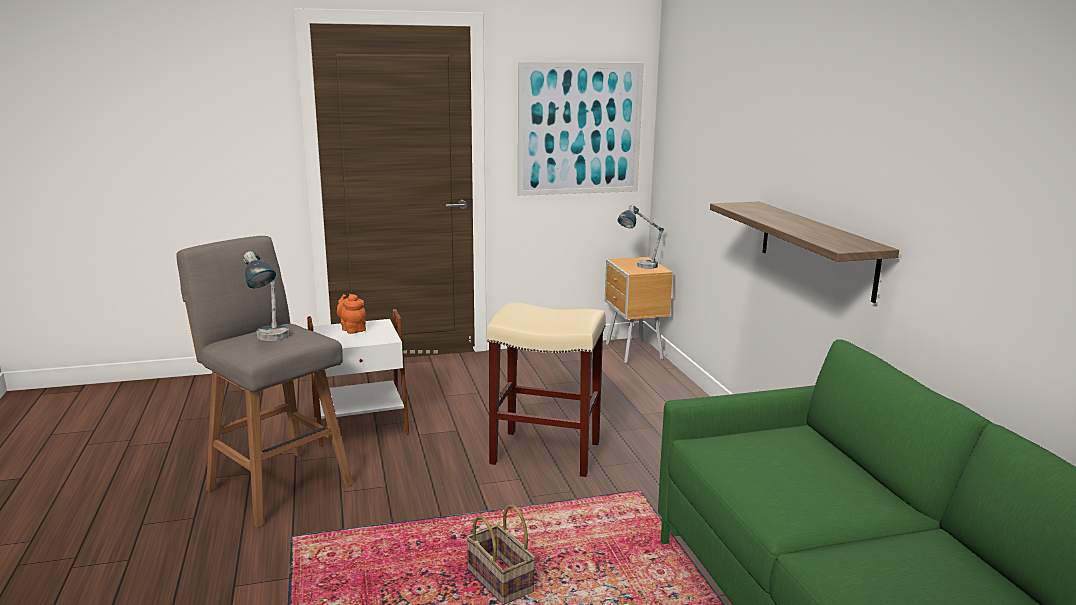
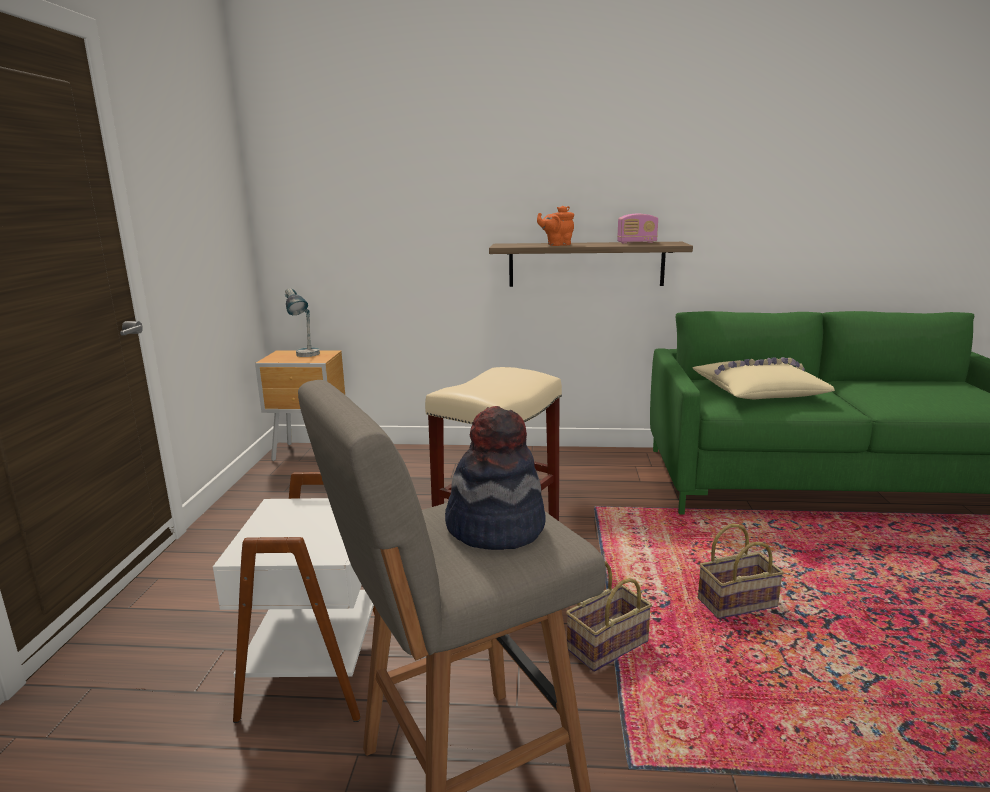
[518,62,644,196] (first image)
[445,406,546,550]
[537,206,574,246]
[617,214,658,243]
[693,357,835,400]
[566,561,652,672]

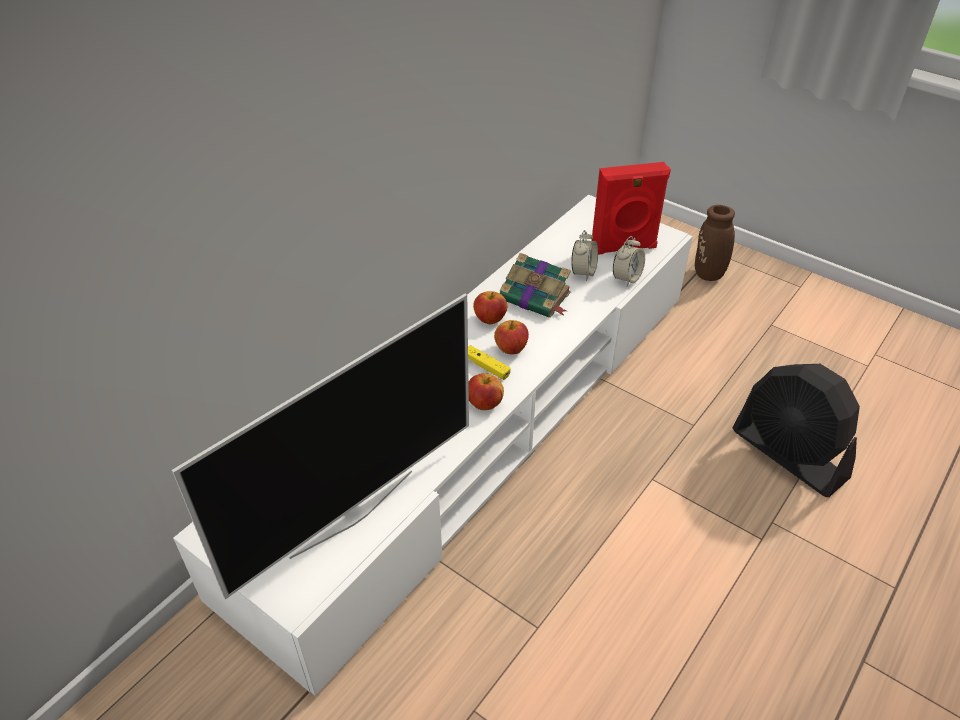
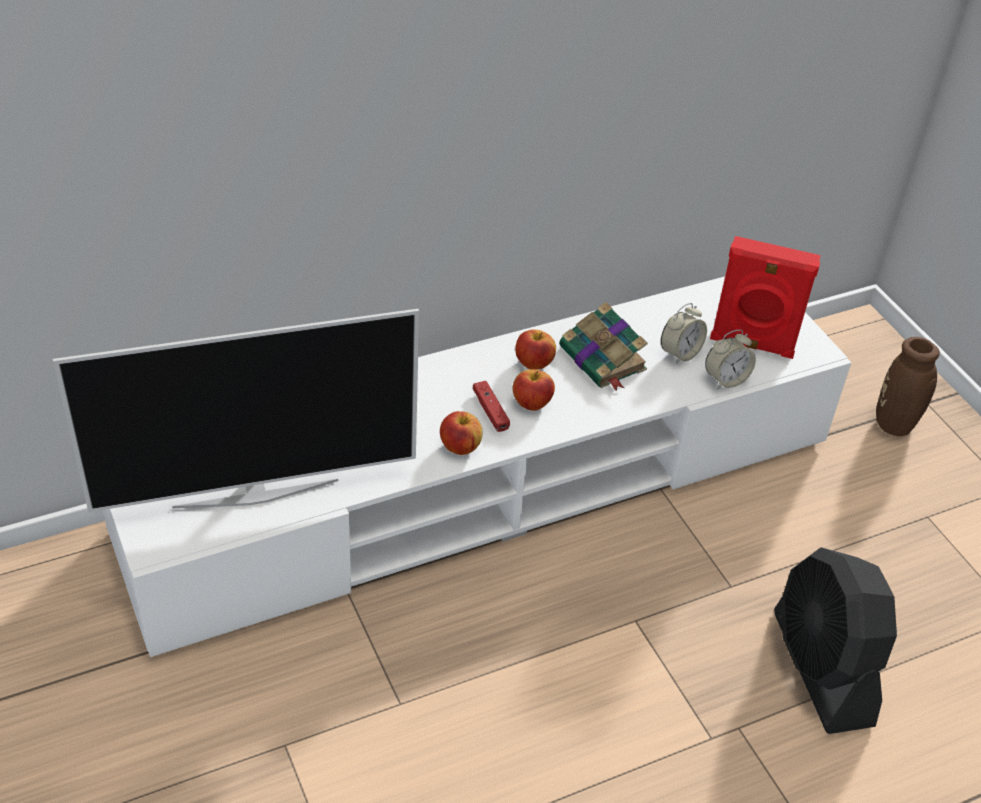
[473,381,510,432]

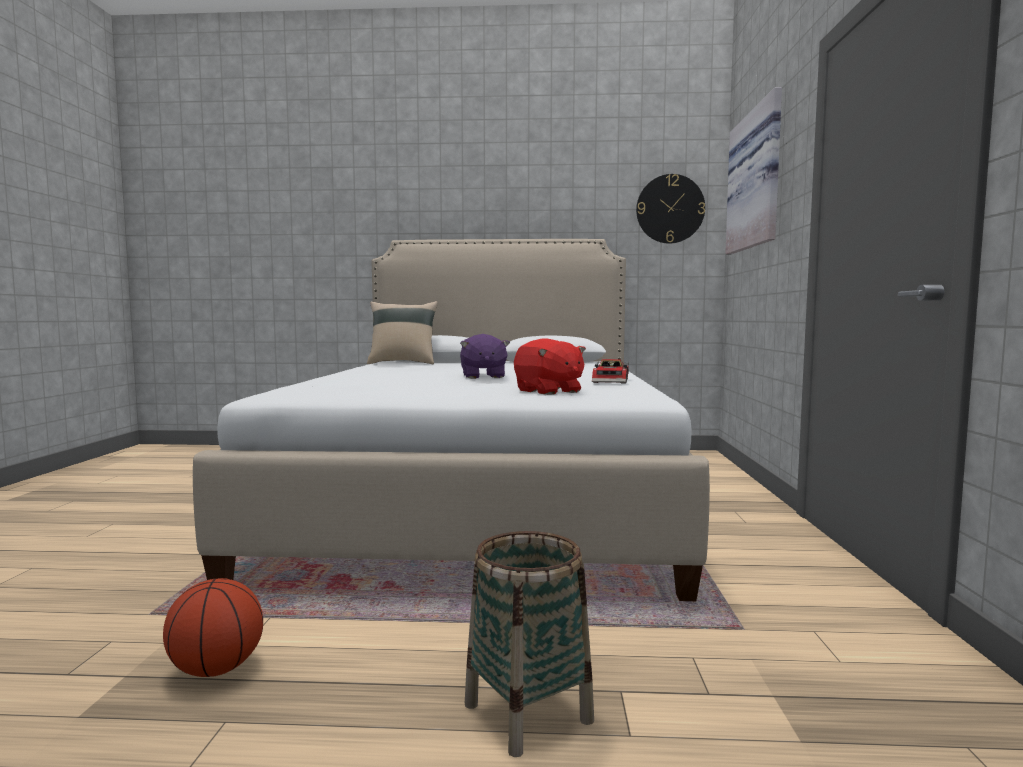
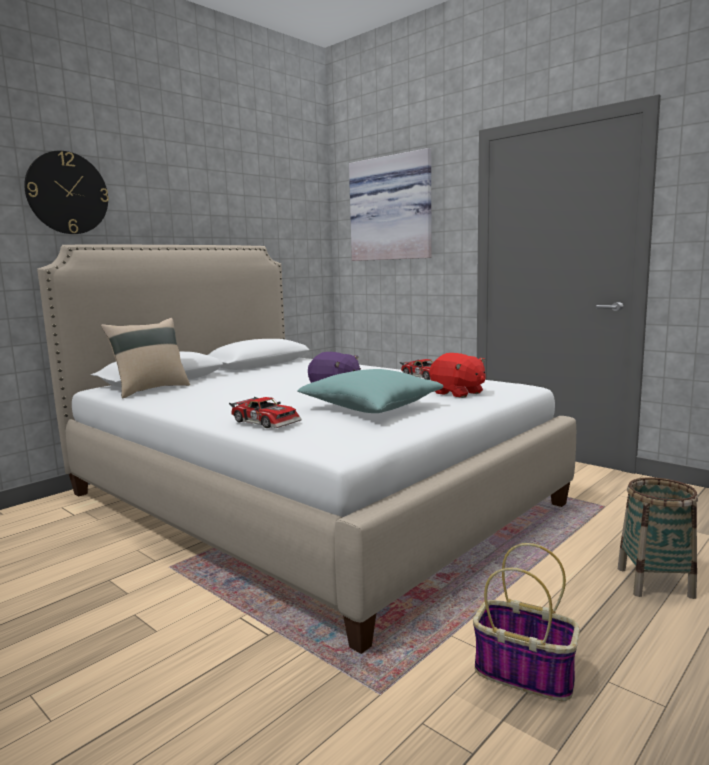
[24,151,109,234]
[430,353,486,398]
[473,543,580,701]
[297,369,444,413]
[229,397,302,428]

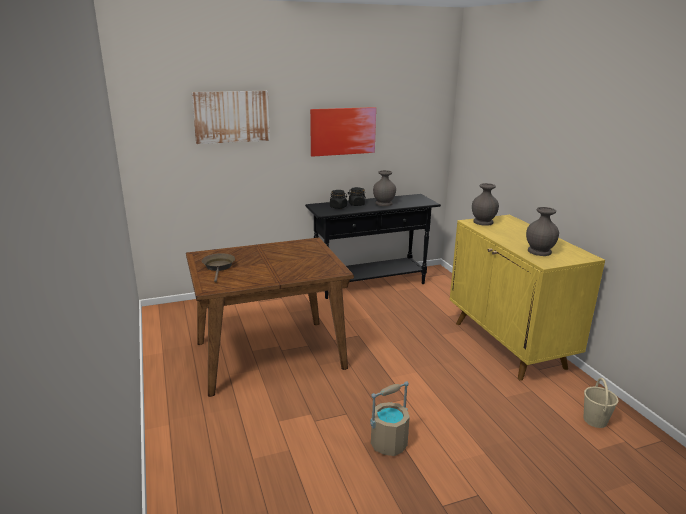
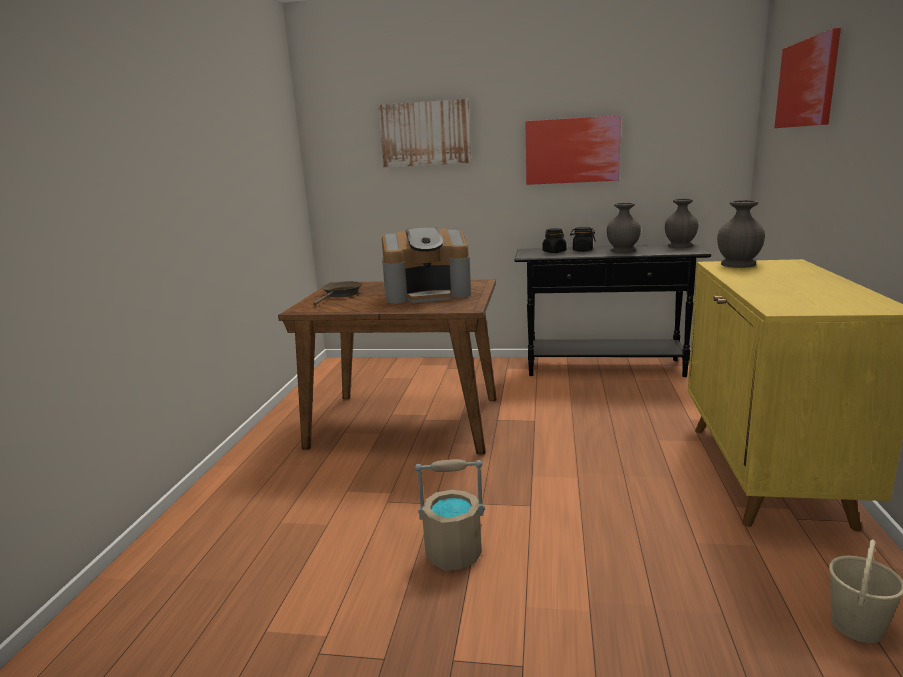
[665,199,698,248]
[774,28,841,128]
[382,227,471,304]

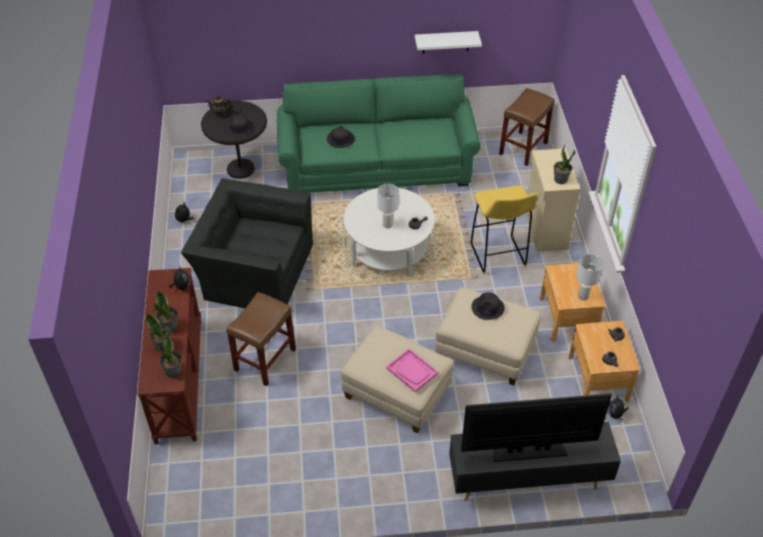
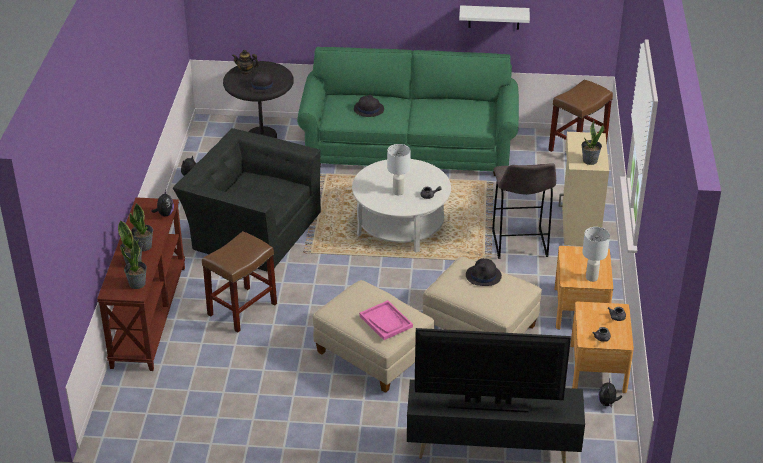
[492,163,556,259]

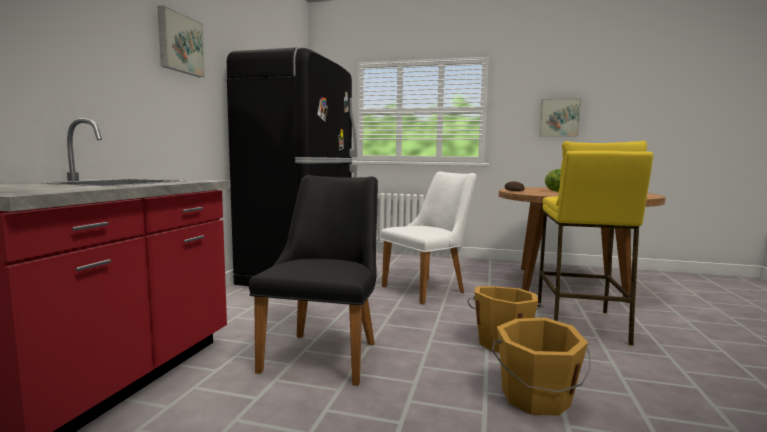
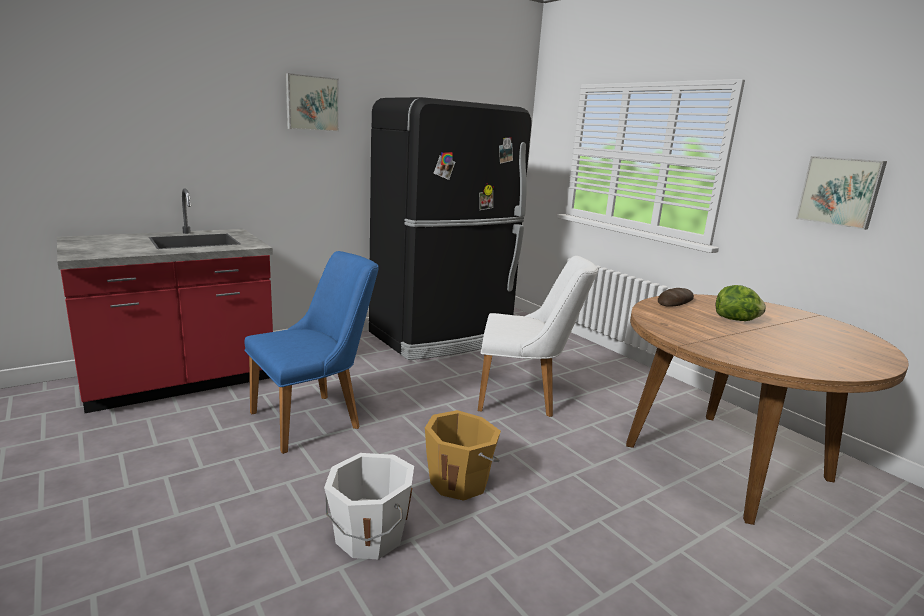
[537,141,653,346] (first image)
[245,251,379,454]
[324,453,414,559]

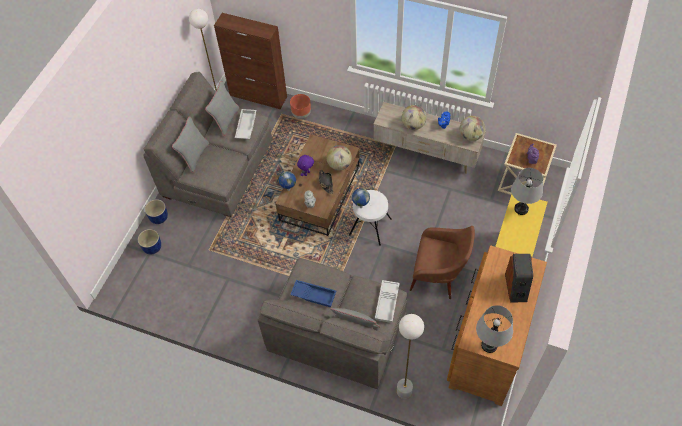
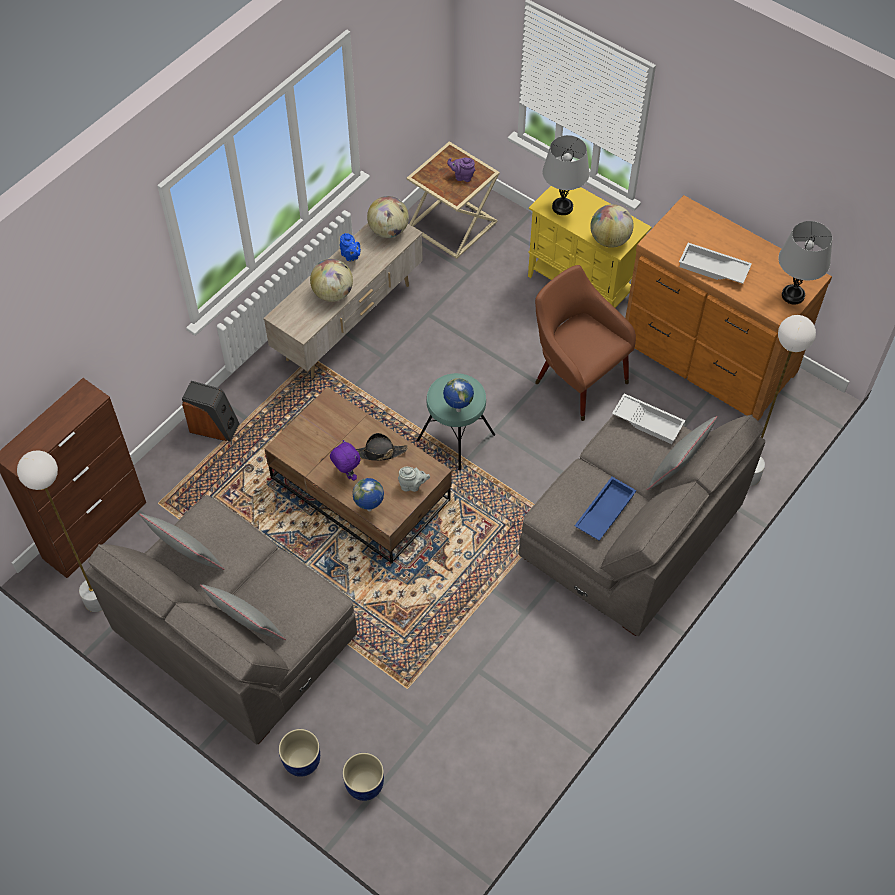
[290,94,311,119] (first image)
[679,243,752,283]
[590,204,633,248]
[417,373,495,470]
[535,265,636,421]
[182,381,240,442]

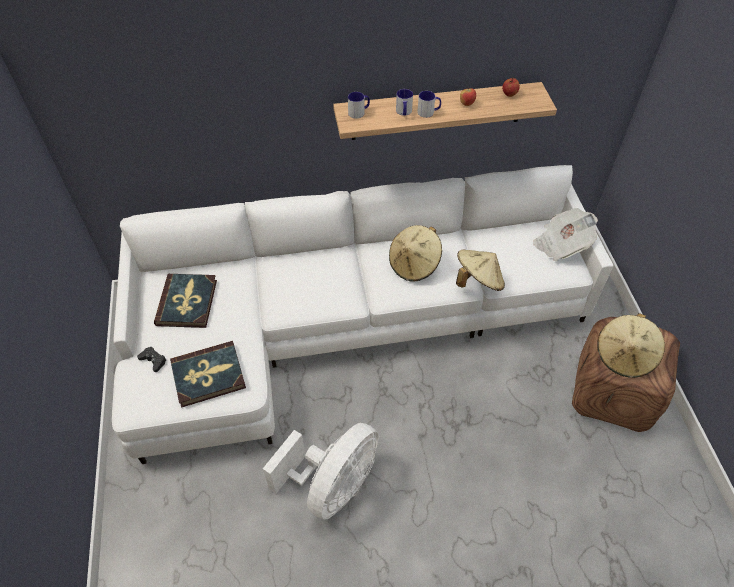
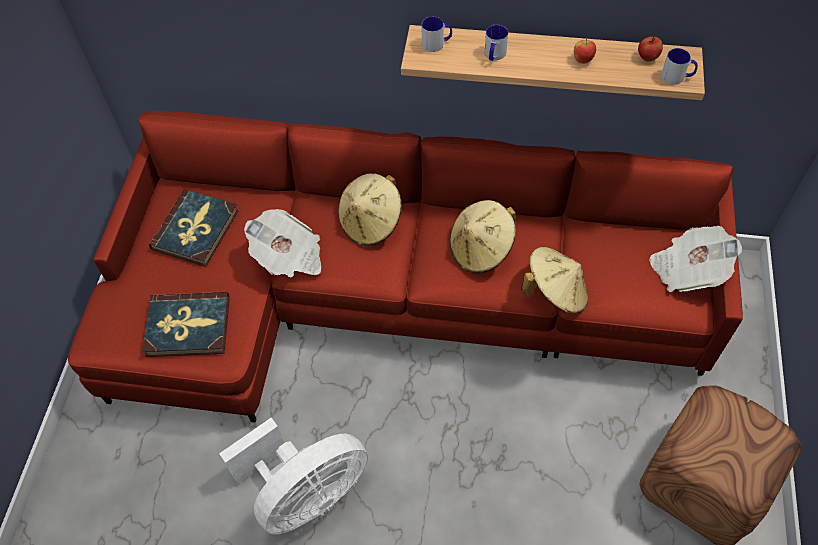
[661,48,698,85]
[68,111,743,423]
[338,173,401,246]
[137,347,166,372] (first image)
[244,209,321,277]

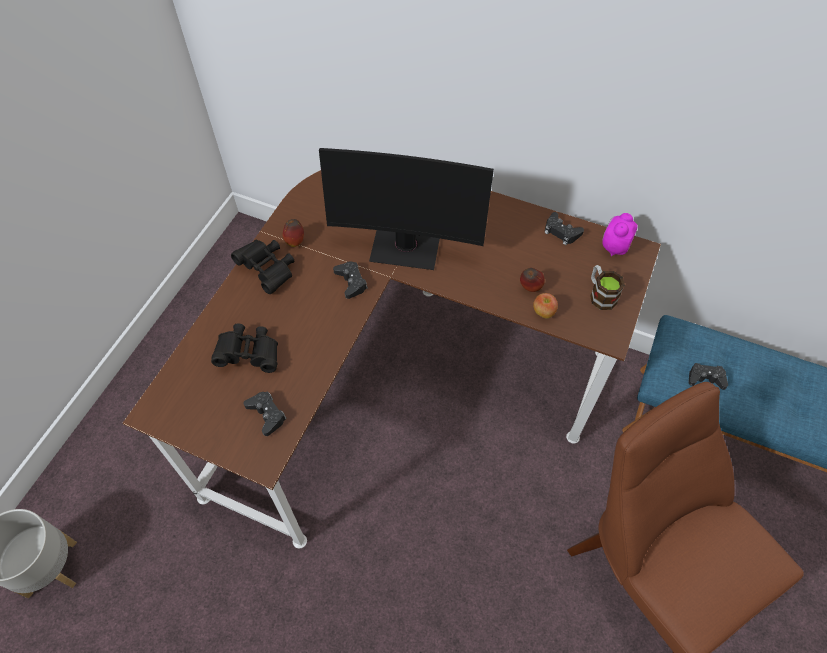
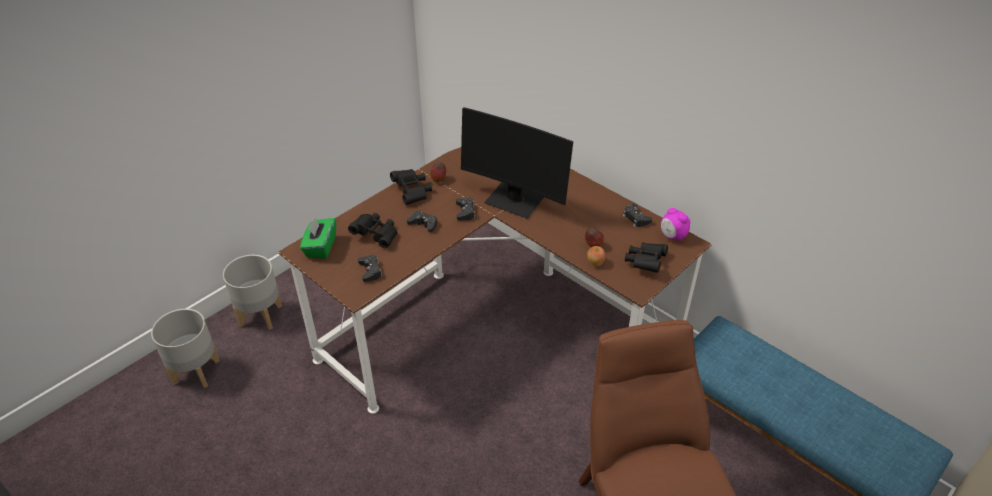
[661,208,690,241]
[625,242,668,273]
[407,210,437,233]
[300,217,336,259]
[223,255,282,330]

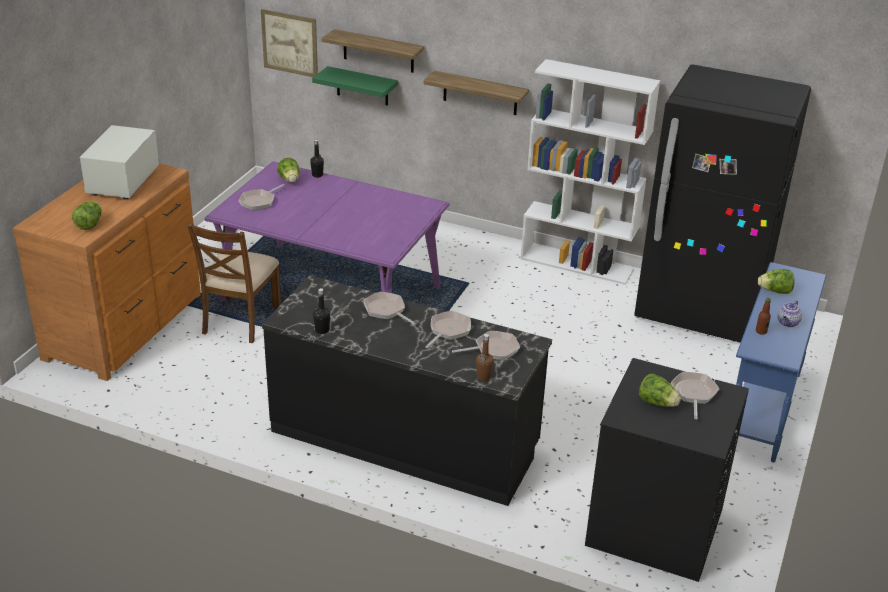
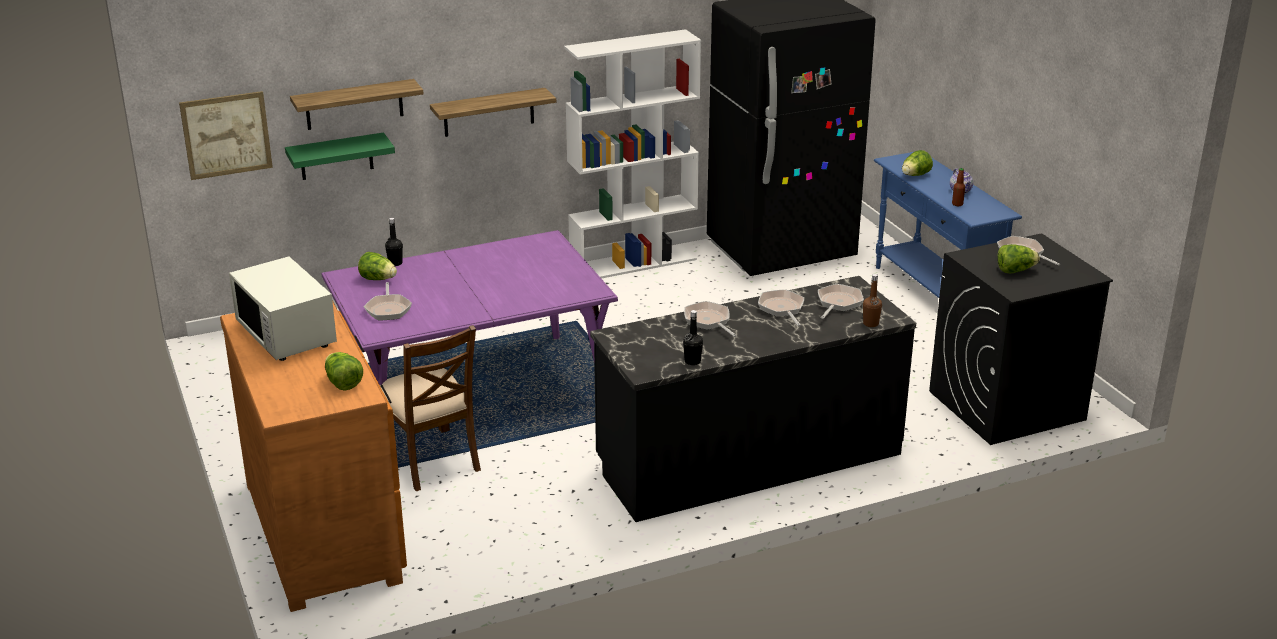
[684,301,737,337]

